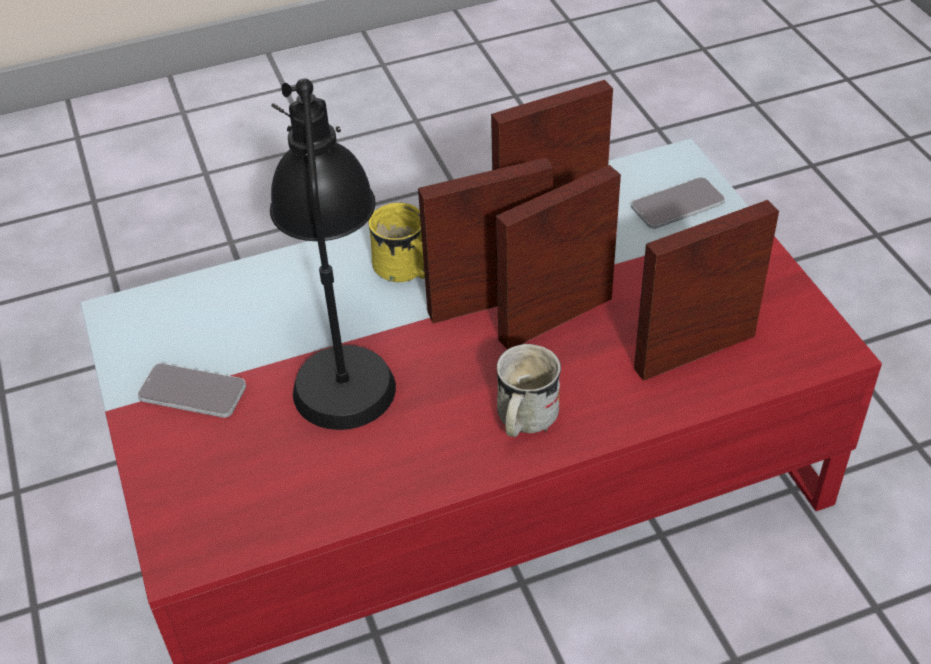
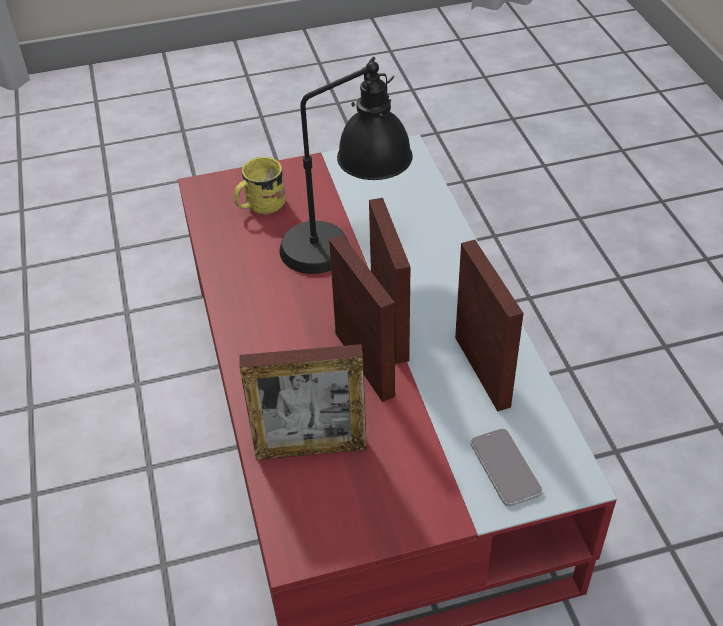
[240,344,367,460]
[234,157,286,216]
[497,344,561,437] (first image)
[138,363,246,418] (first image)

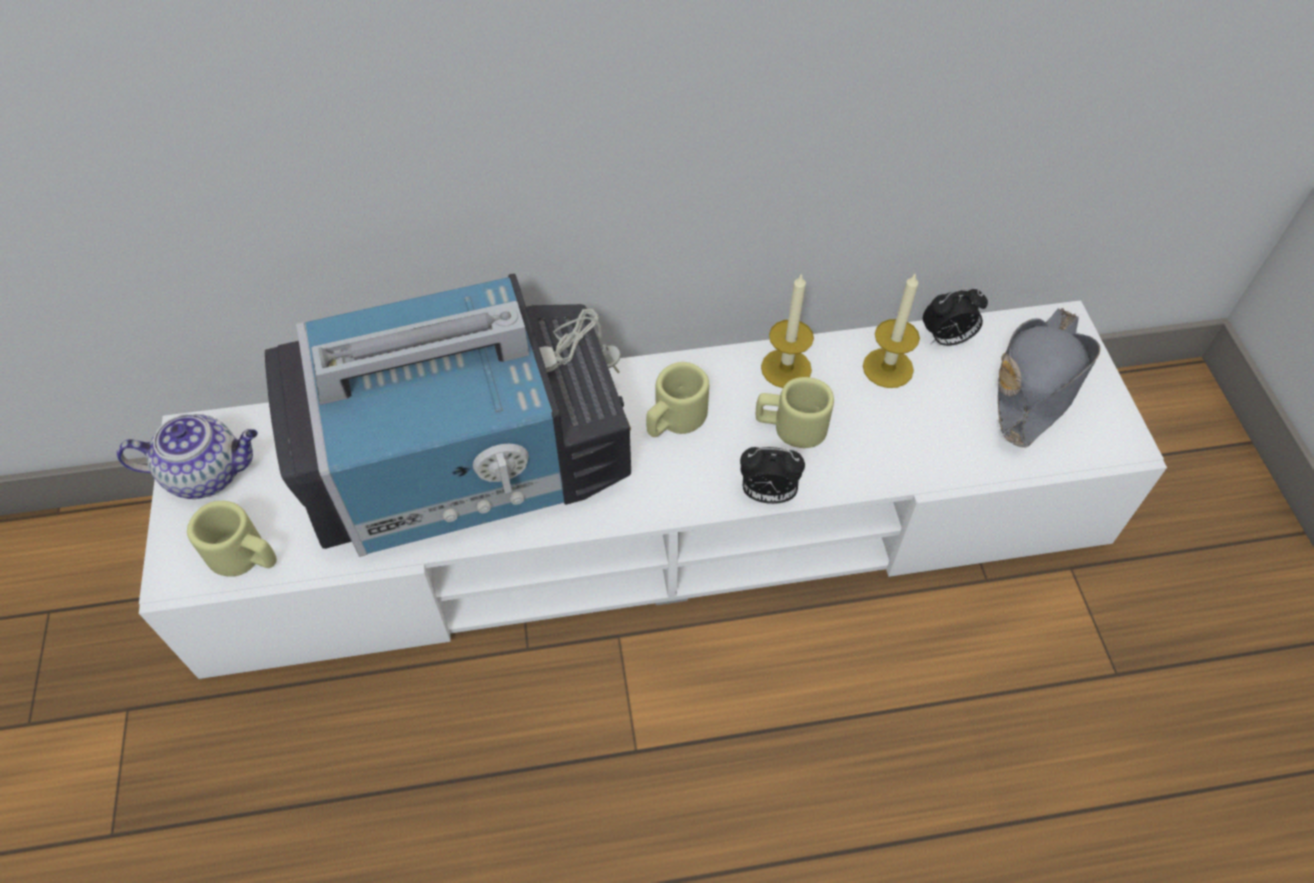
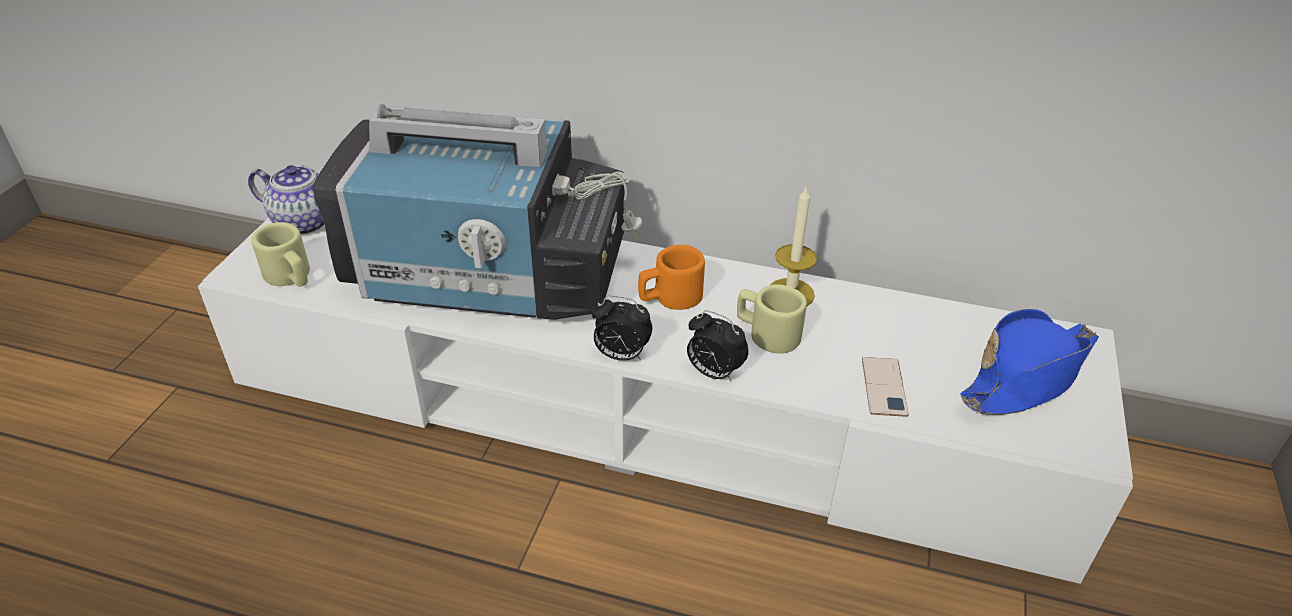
[863,272,920,388] (first image)
[591,296,652,361]
[960,309,1099,415]
[638,245,705,310]
[862,357,909,417]

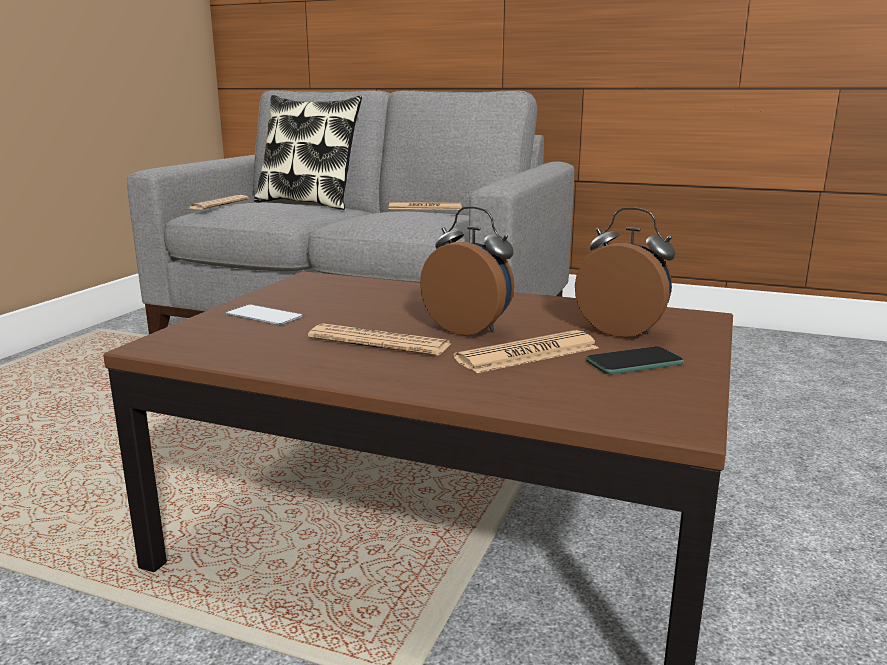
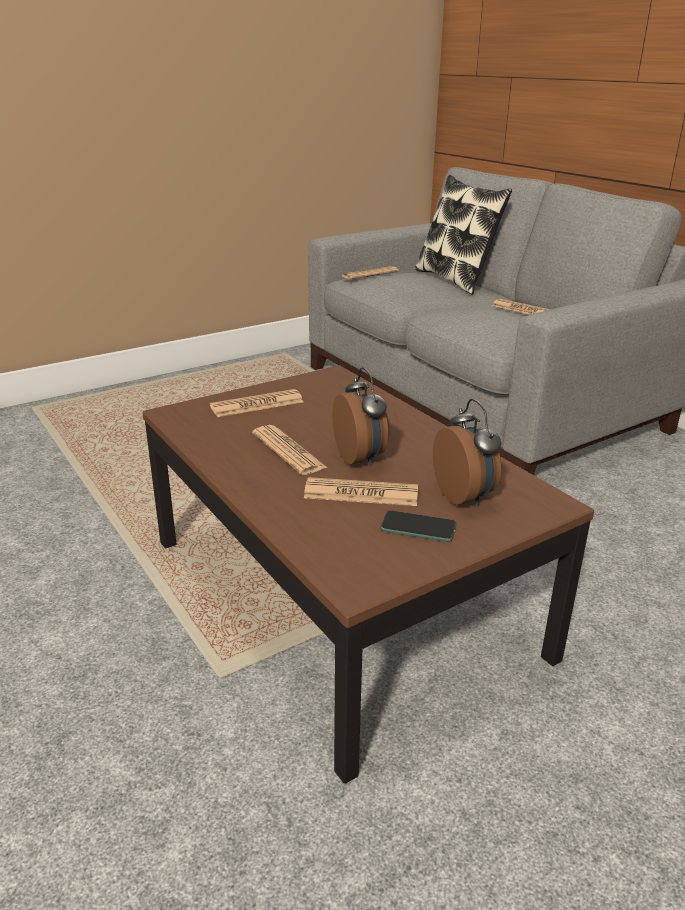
[210,389,303,417]

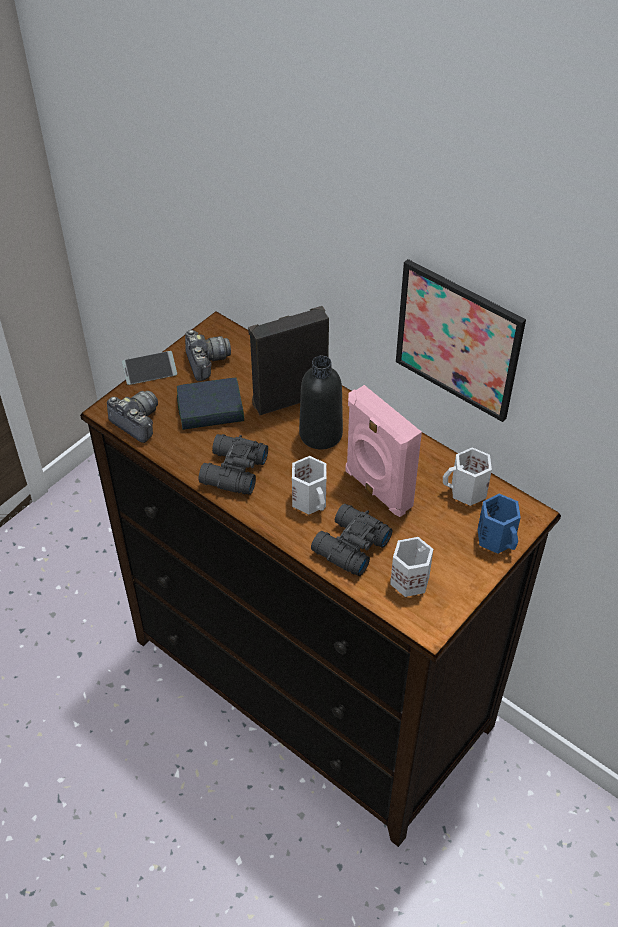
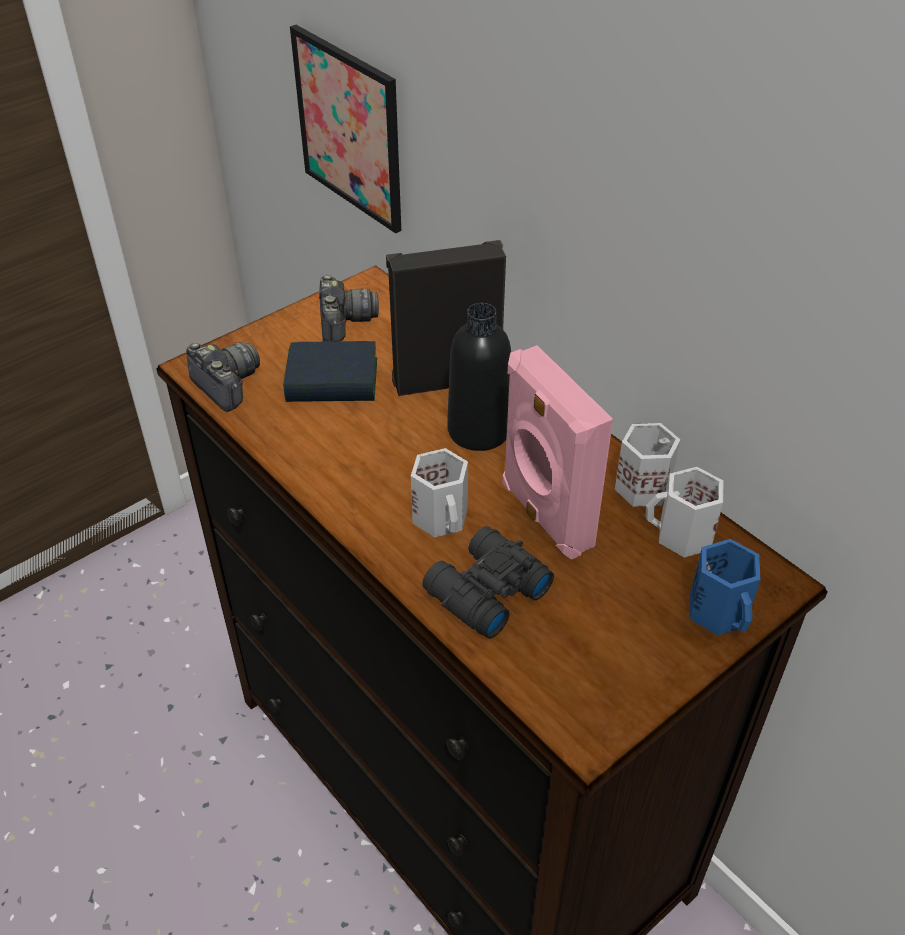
[290,25,401,234]
[122,351,177,385] (first image)
[198,434,268,495] (first image)
[615,423,680,507]

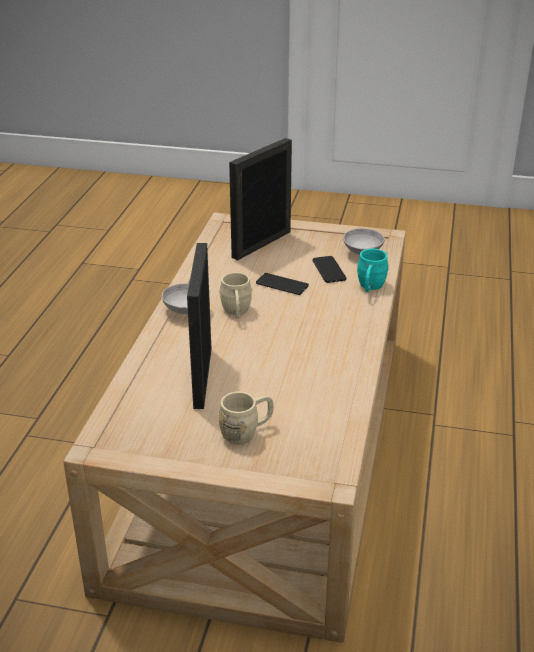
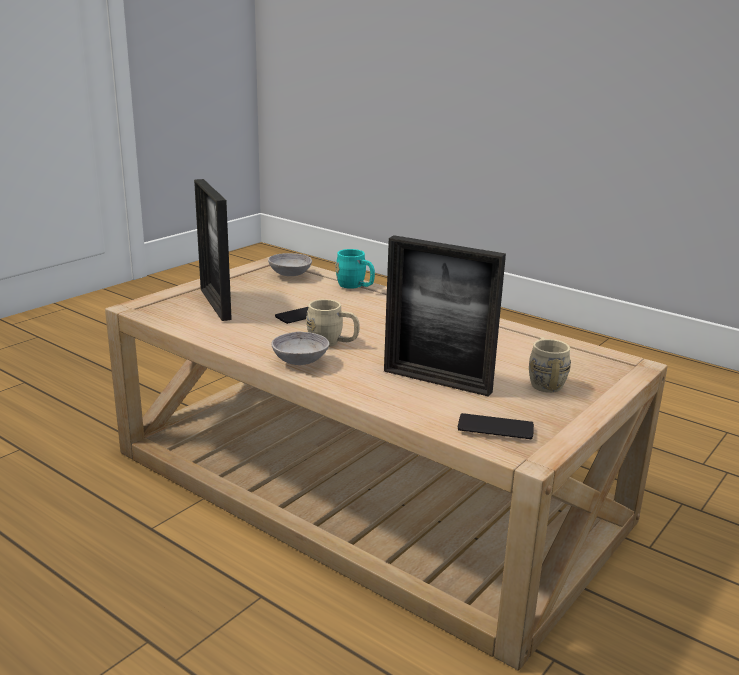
[458,413,534,439]

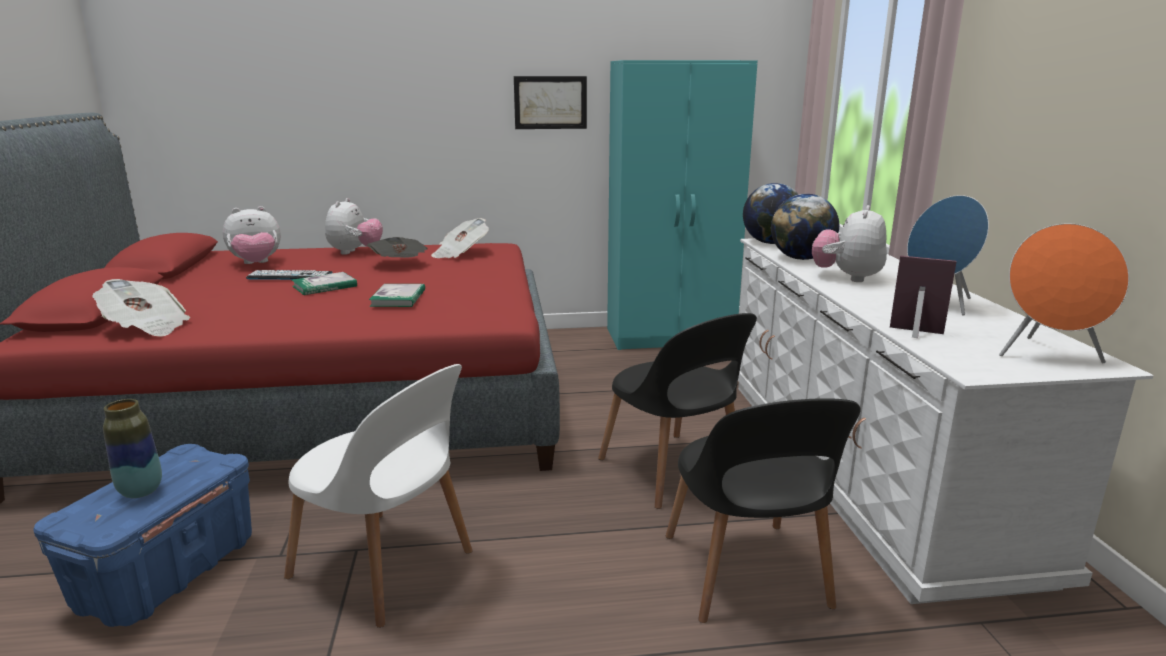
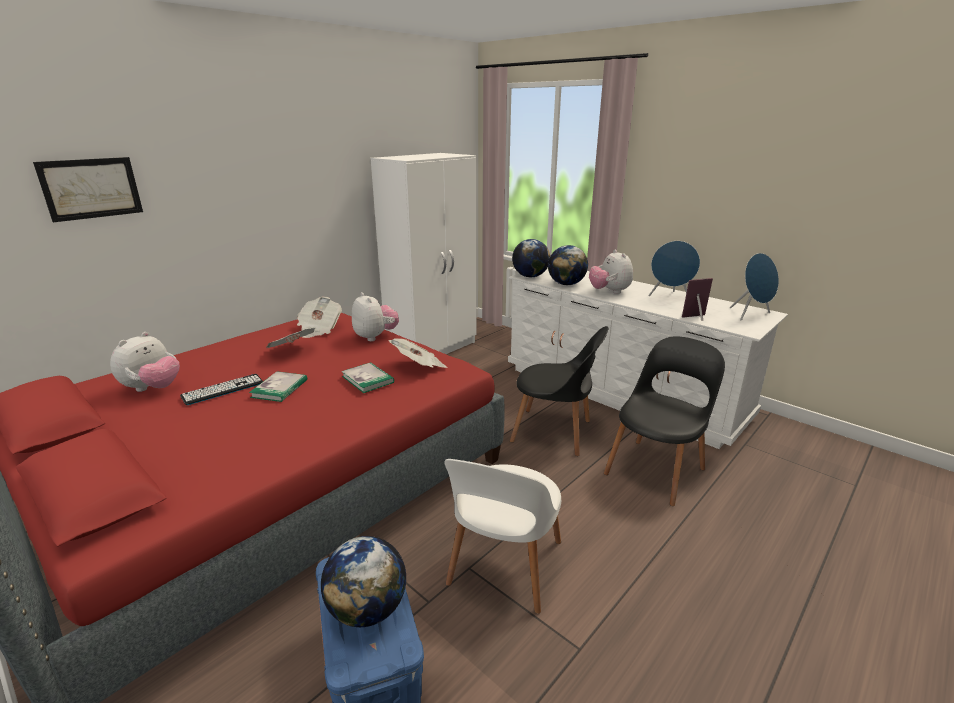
[371,153,477,354]
[33,157,143,222]
[352,292,399,341]
[730,253,779,321]
[388,338,447,368]
[444,459,561,614]
[604,337,725,506]
[321,536,406,627]

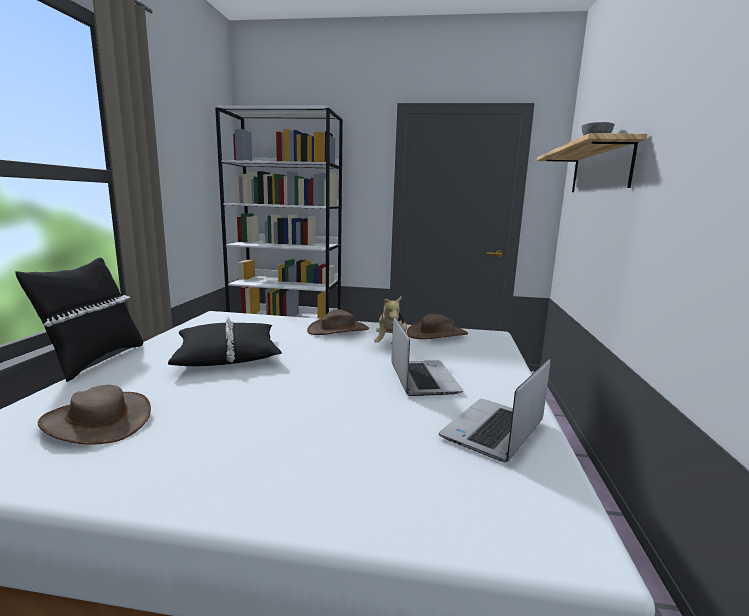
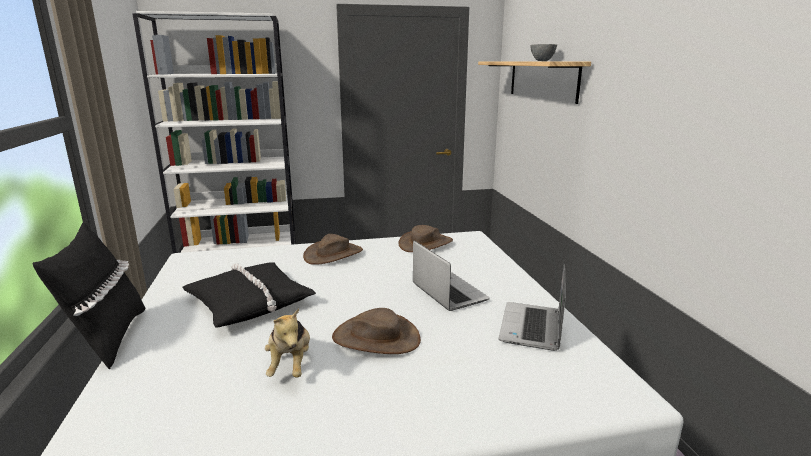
[265,308,310,377]
[332,308,421,354]

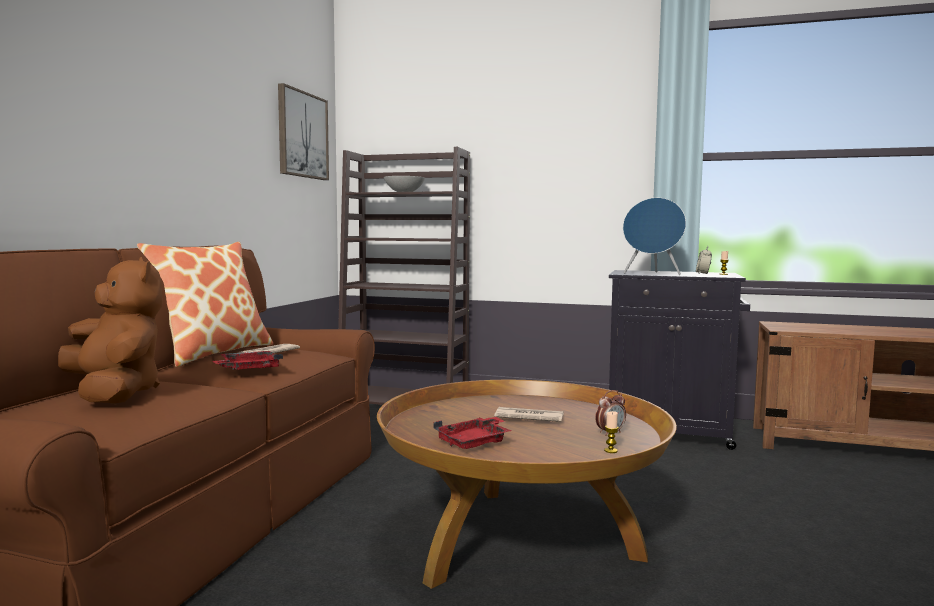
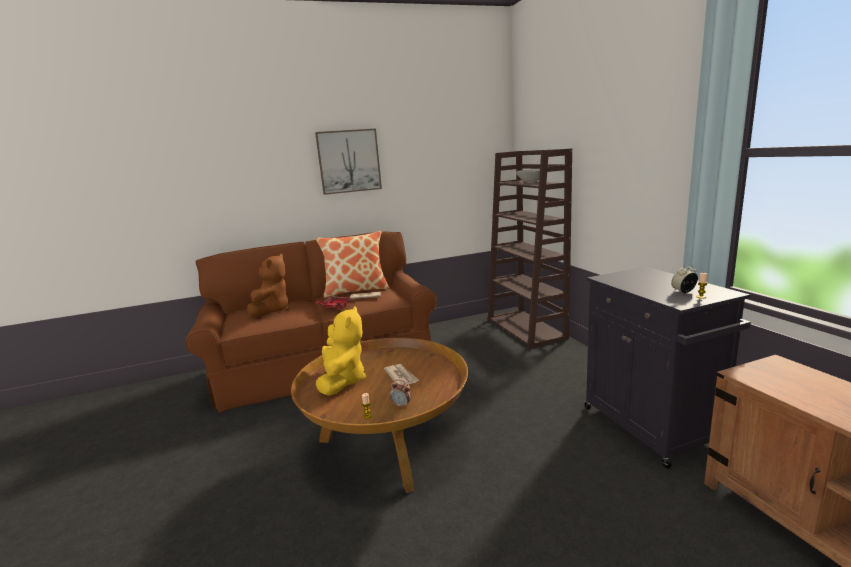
[315,129,382,195]
[623,198,686,275] (first image)
[316,306,366,396]

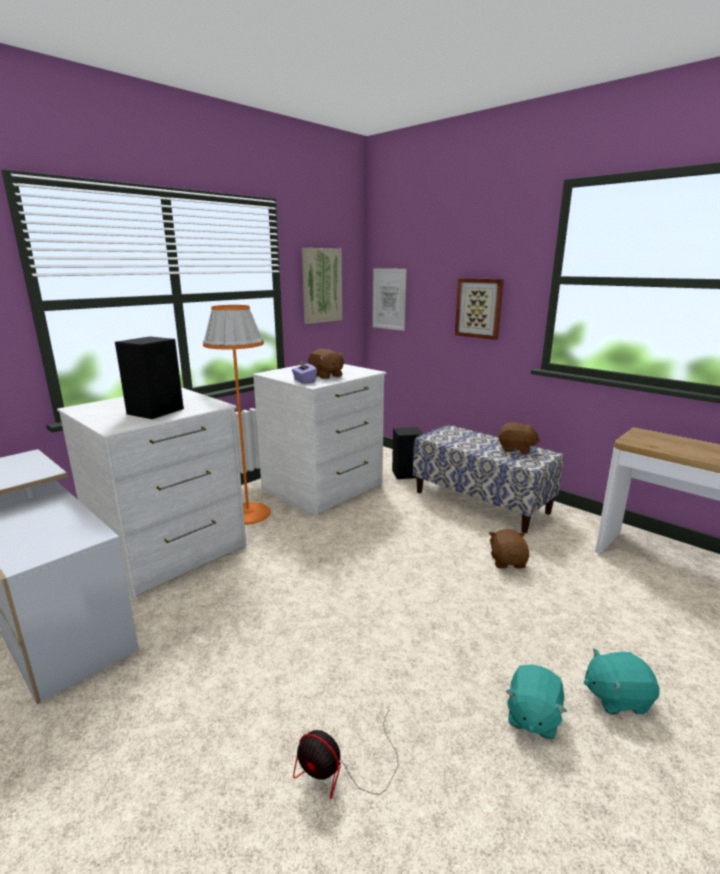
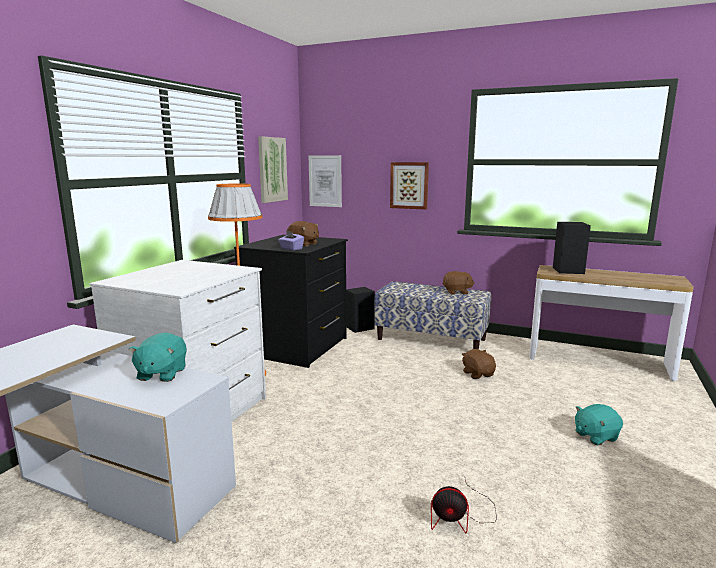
[553,222,591,274]
[234,235,348,368]
[129,332,187,382]

